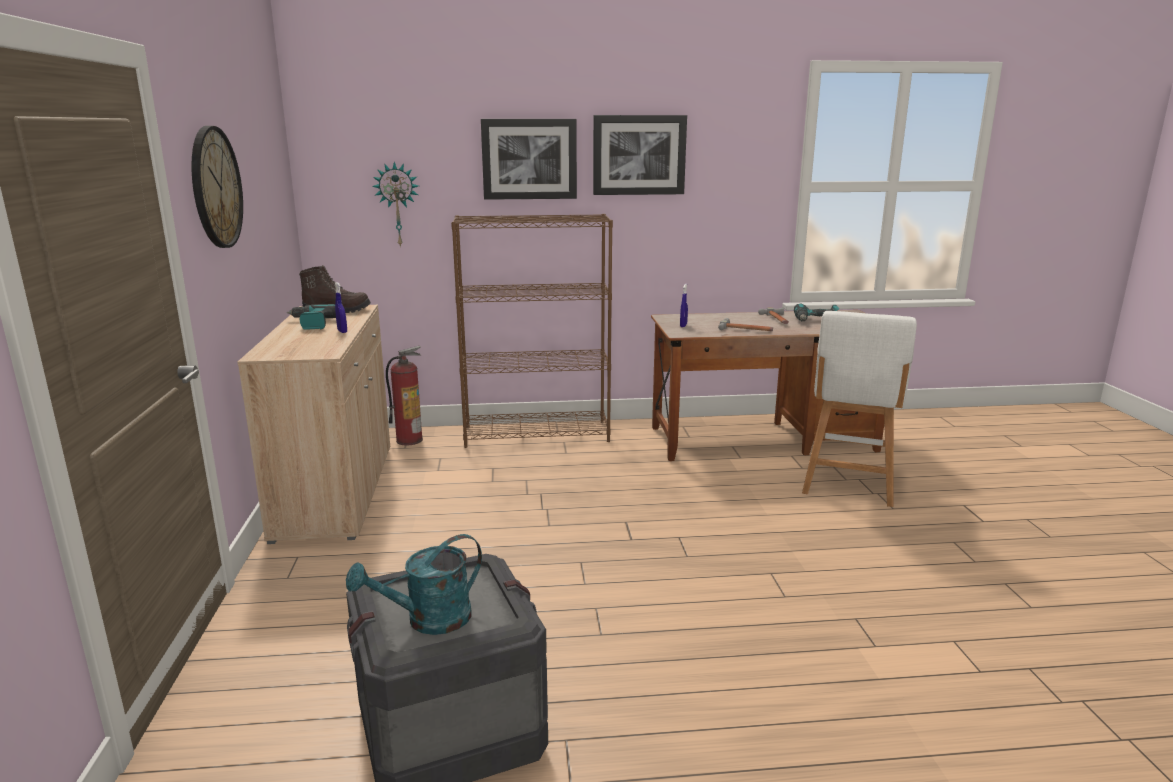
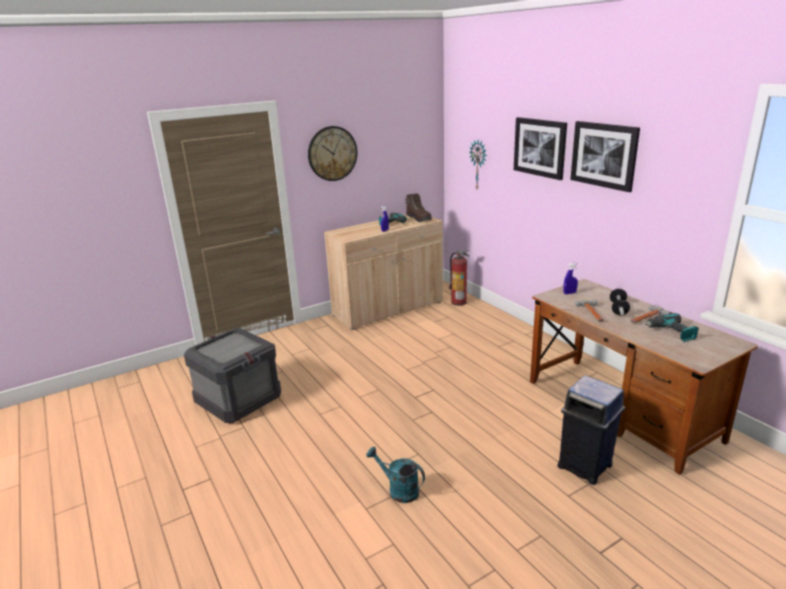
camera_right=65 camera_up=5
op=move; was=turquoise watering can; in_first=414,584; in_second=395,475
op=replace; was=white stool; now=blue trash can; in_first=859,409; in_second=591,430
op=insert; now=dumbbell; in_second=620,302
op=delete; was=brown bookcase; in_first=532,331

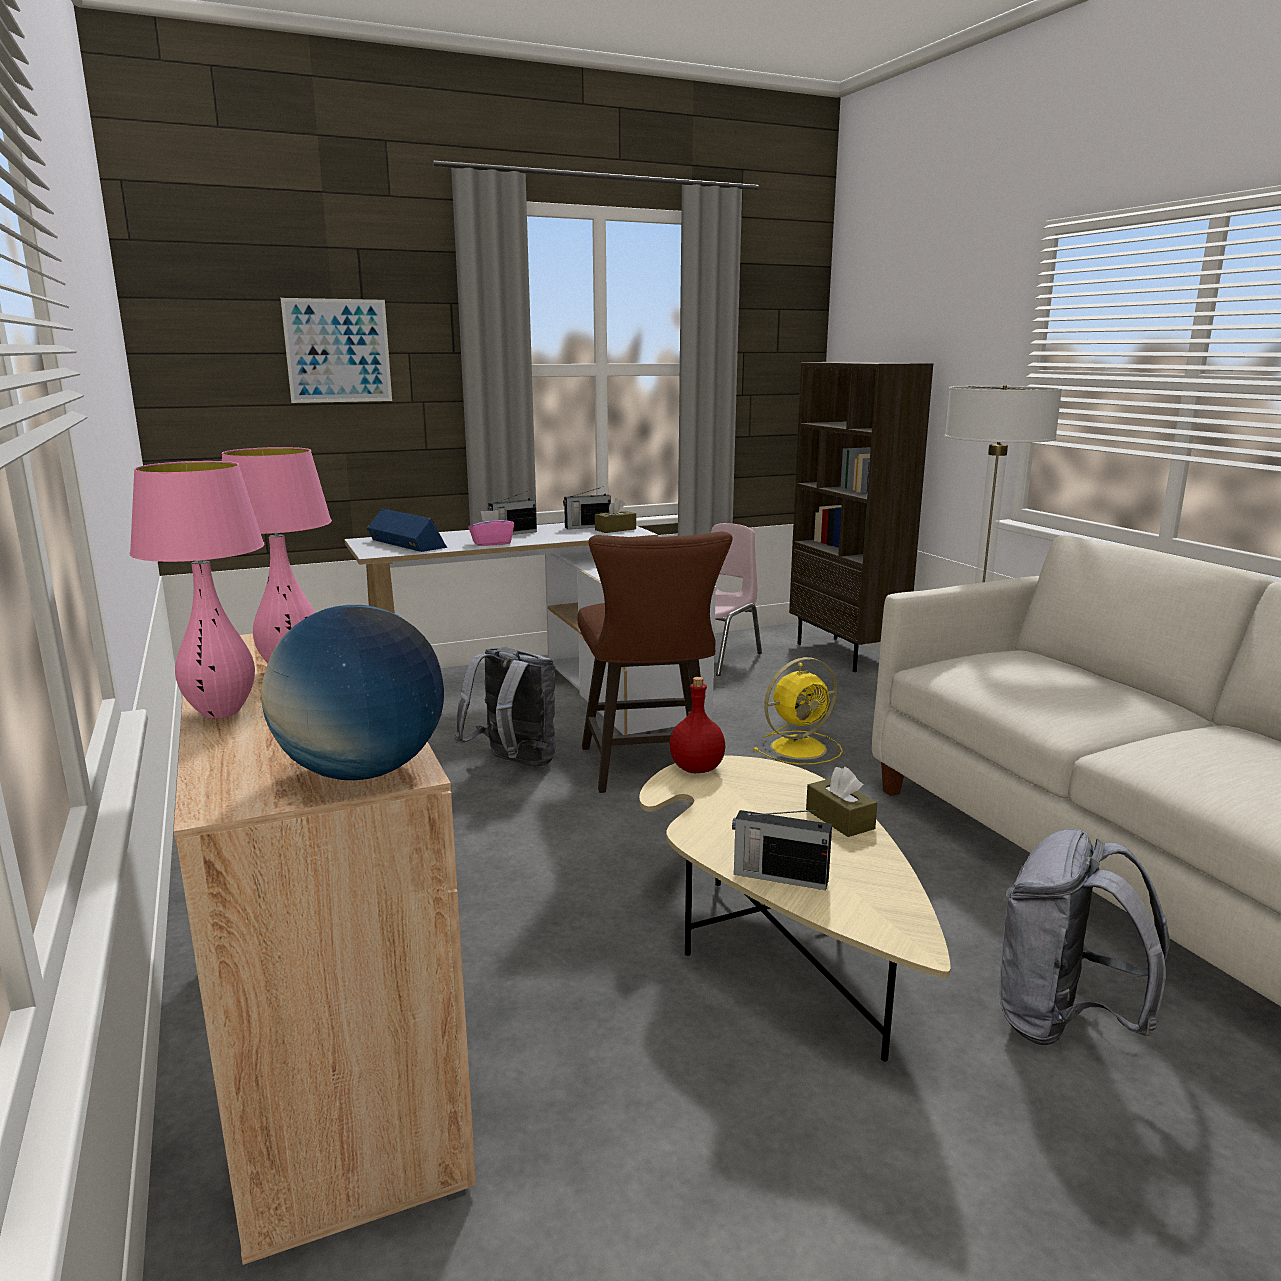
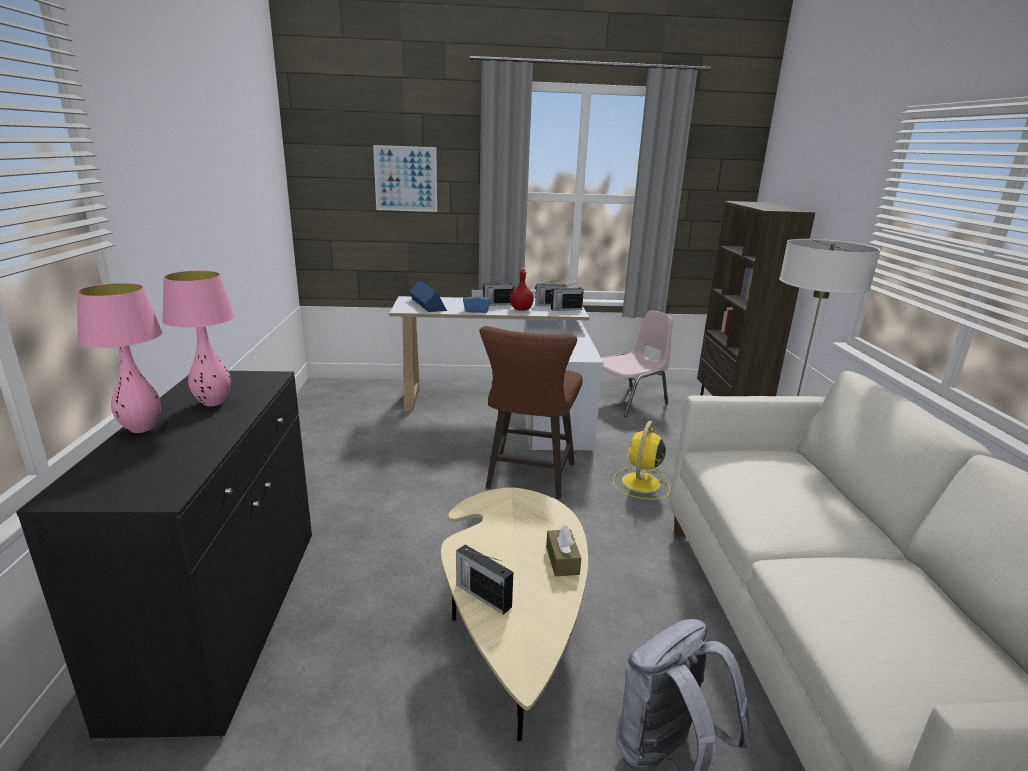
camera_right=20 camera_up=5
op=recolor; was=beige cabinet; now=black cabinet; in_first=325,951; in_second=164,556
op=recolor; was=pink tissue box; now=blue tissue box; in_first=491,528; in_second=476,301
op=move; was=red bottle; in_first=697,725; in_second=522,289
op=replace; was=brown tissue box; now=radio; in_first=615,515; in_second=567,297
op=rotate; was=yellow fan; in_first=798,711; in_second=641,460; clockwise=120
op=delete; was=globe; in_first=352,692
op=delete; was=grey backpack; in_first=505,707

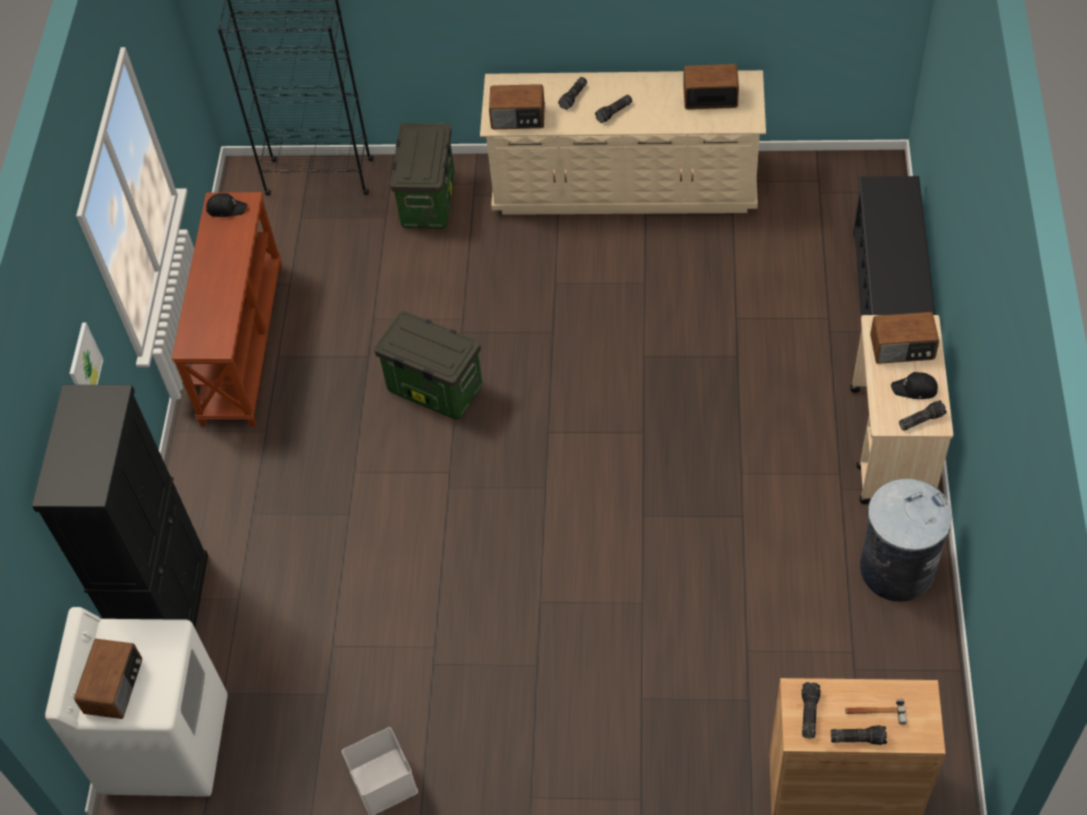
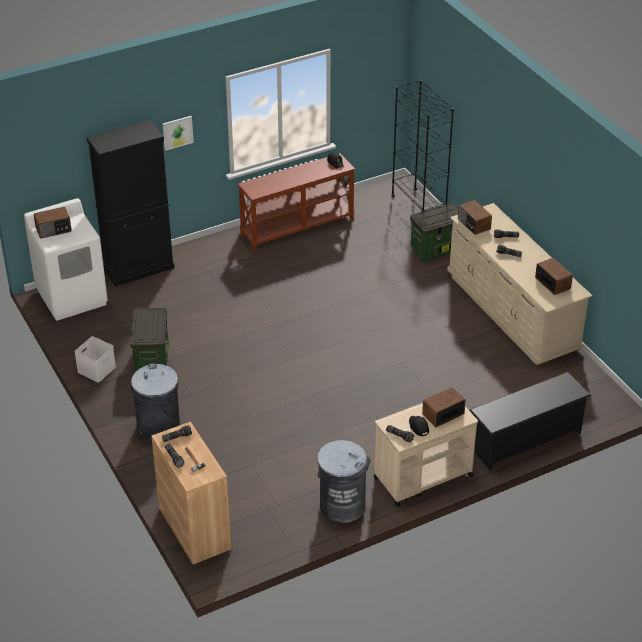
camera_right=55 camera_up=-15
op=move; was=storage box; in_first=428,365; in_second=149,340
op=insert; now=grey trash can; in_second=155,402
op=rotate; was=radio; in_first=904,338; in_second=444,407; clockwise=90

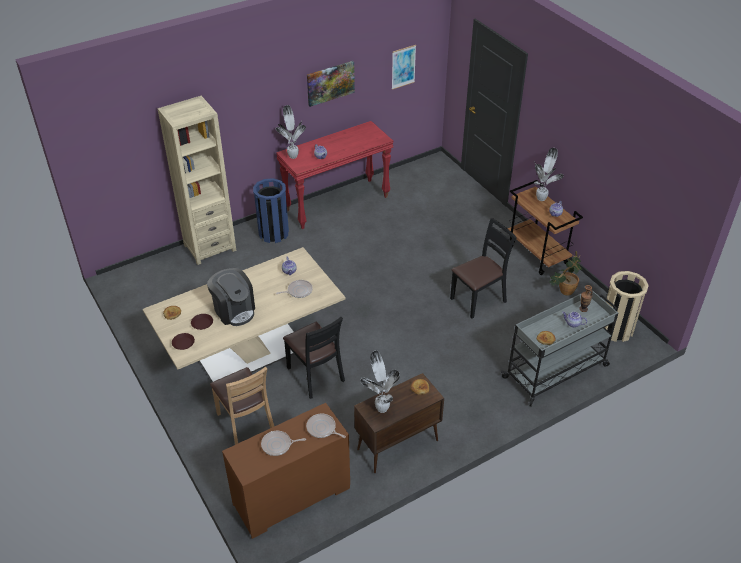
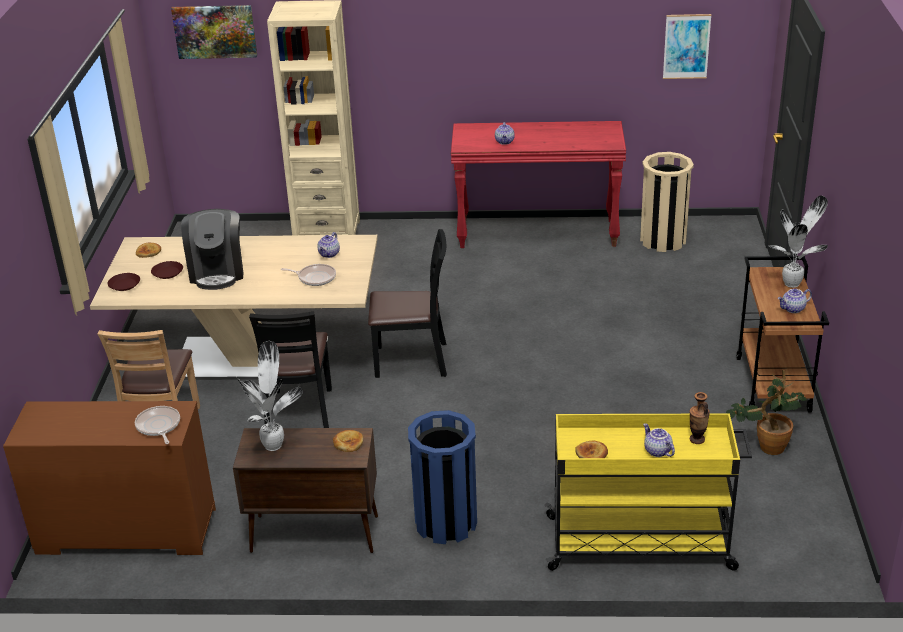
camera_right=35 camera_up=-10
op=move; was=picture; in_first=331,84; in_second=214,32
op=move; was=black chair; in_first=483,268; in_second=407,303
op=move; was=blue trash can; in_first=271,210; in_second=442,477
op=recolor; was=grey cart; now=yellow cart; in_first=559,348; in_second=648,492
op=move; was=beige trash can; in_first=626,306; in_second=667,202
op=delete; was=frying pan; in_first=283,443
op=delete; was=potted plant; in_first=291,132

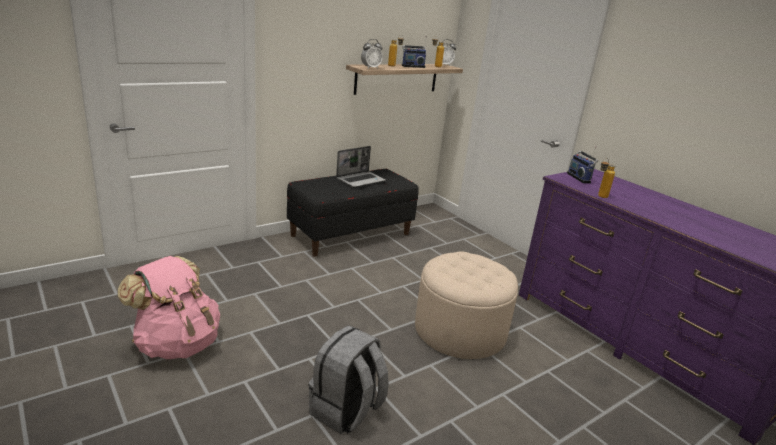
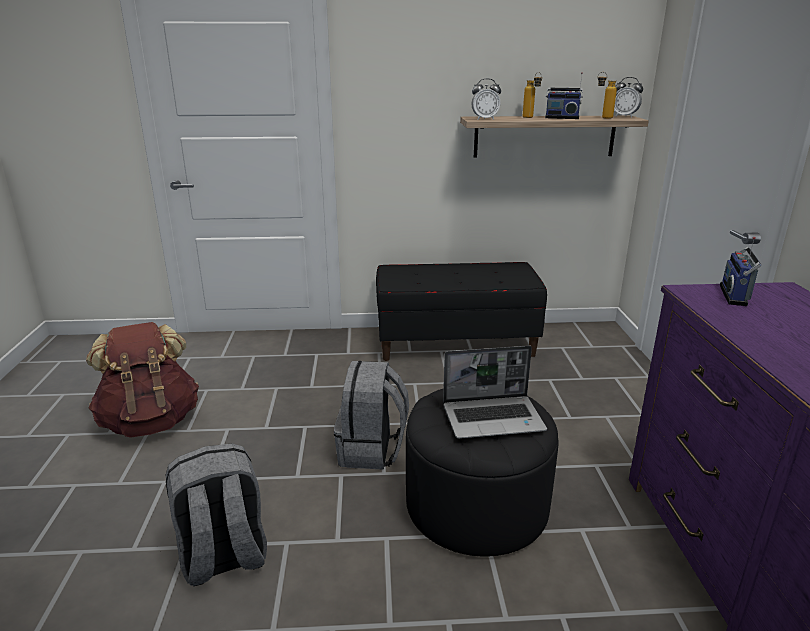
camera_right=35 camera_up=0
op=recolor; was=pink backpack; now=brown backpack; in_first=169,307; in_second=142,380
op=insert; now=grey backpack; in_second=371,415
op=recolor; was=beige ottoman; now=black ottoman; in_first=466,305; in_second=482,473
op=move; was=laptop; in_first=361,166; in_second=495,392
op=delete; was=bottle; in_first=607,178

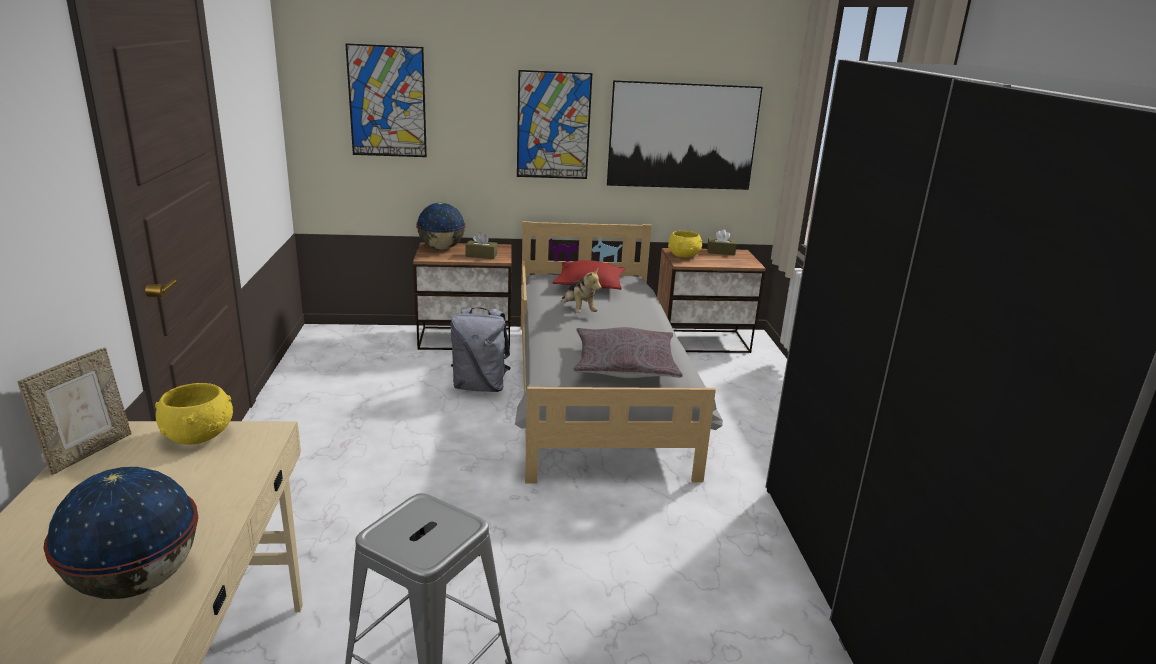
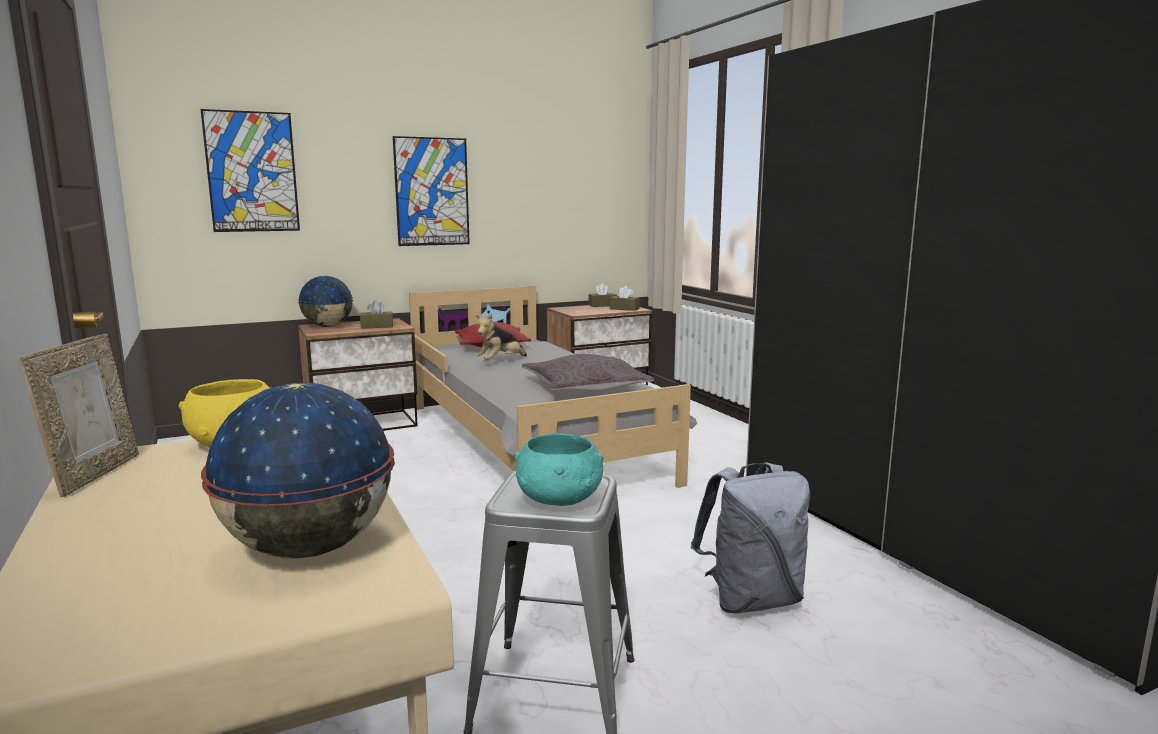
camera_right=-20 camera_up=-10
op=rotate; was=plush toy; in_first=582,291; in_second=501,336; clockwise=90
op=insert; now=turquoise bowl; in_second=559,469
op=insert; now=brown tissue box; in_second=625,298
op=move; was=grey backpack; in_first=480,349; in_second=750,538
op=delete; was=picture; in_first=685,135
op=delete; was=yellow bowl; in_first=685,244

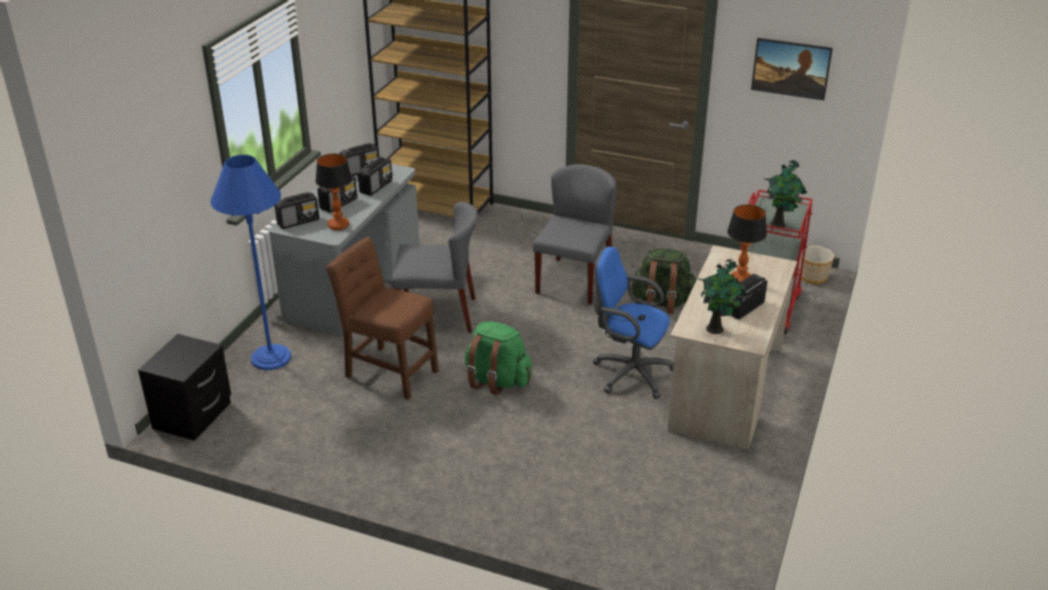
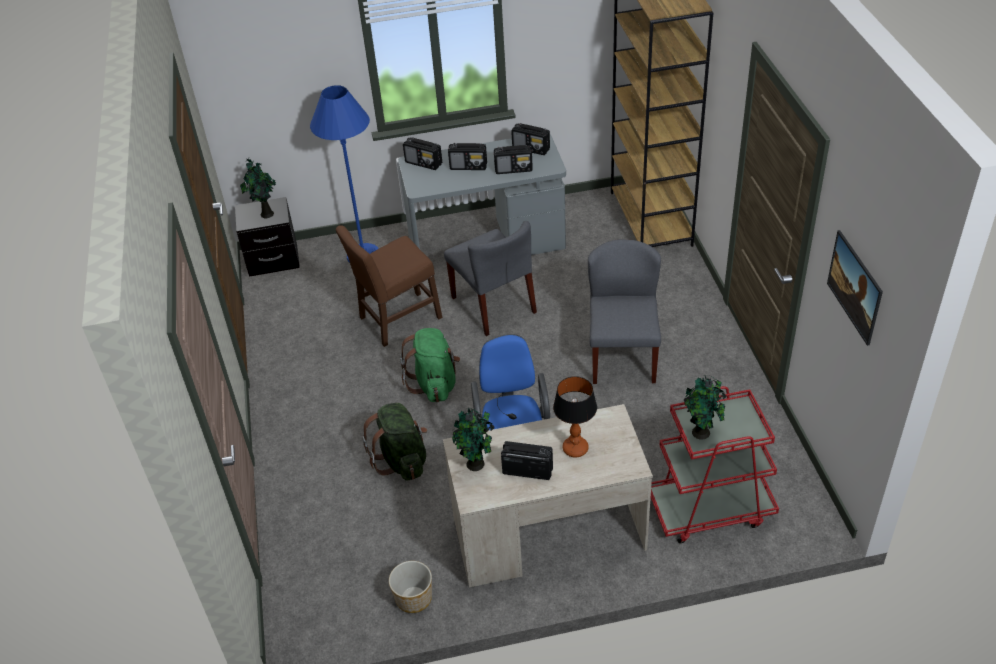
camera_right=60 camera_up=10
op=insert; now=potted plant; in_second=258,187
op=rotate; was=brown chair; in_first=383,318; in_second=389,286; clockwise=-120
op=move; was=green backpack; in_first=663,281; in_second=394,442
op=move; was=planter; in_first=816,265; in_second=410,587
op=rotate; was=grey chair; in_first=574,234; in_second=624,311; clockwise=-75
op=delete; was=table lamp; in_first=333,192

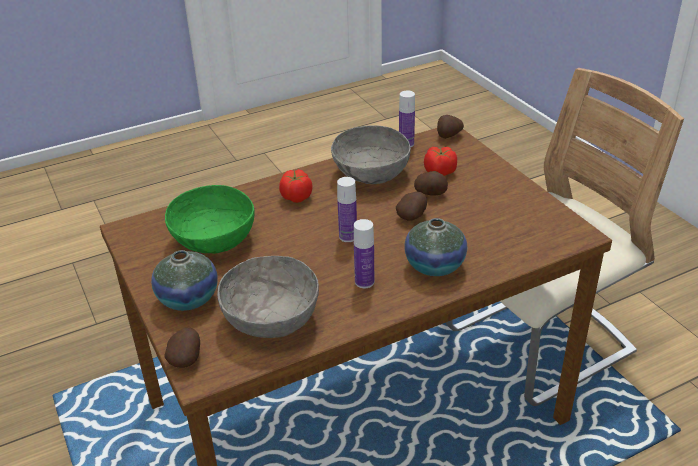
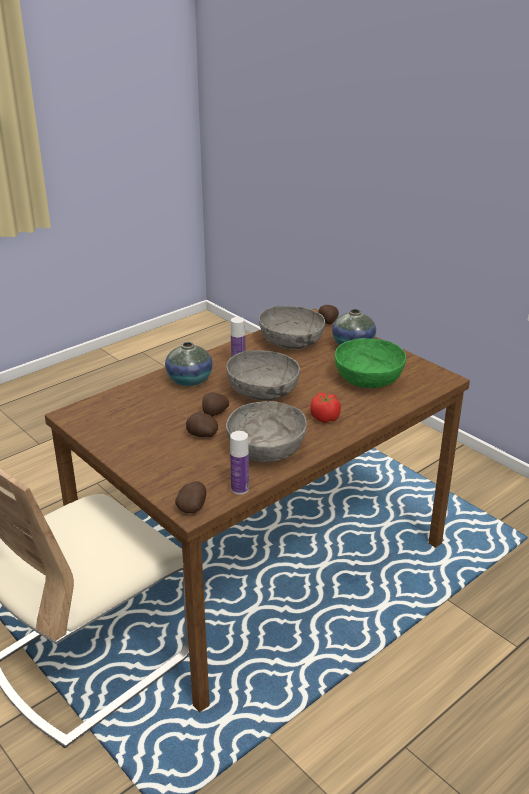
camera_right=165 camera_up=-5
op=replace; was=bottle; now=grey bowl; in_first=347,209; in_second=263,375
op=delete; was=tomato; in_first=440,161

